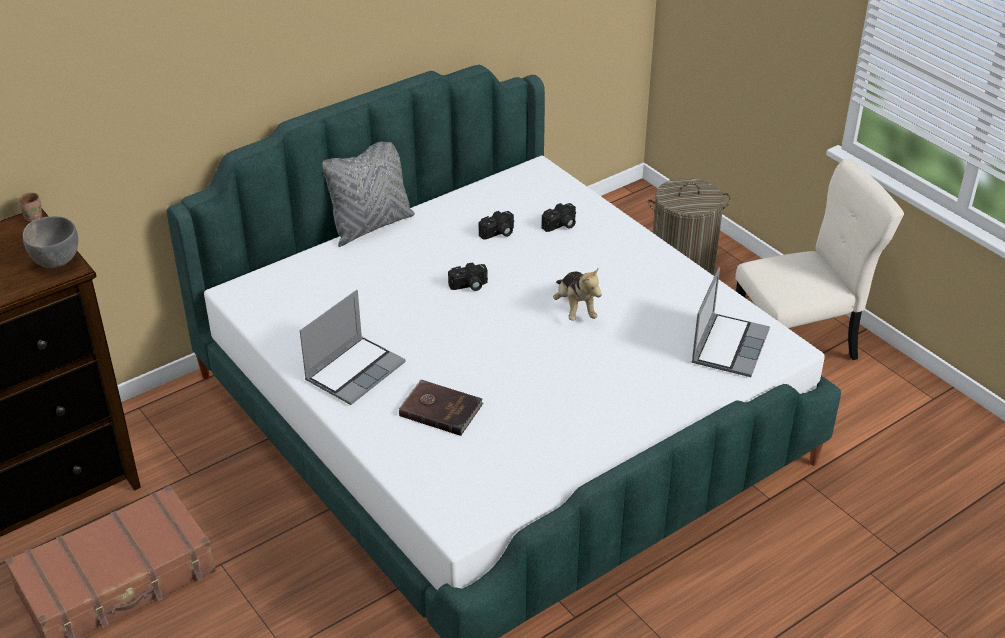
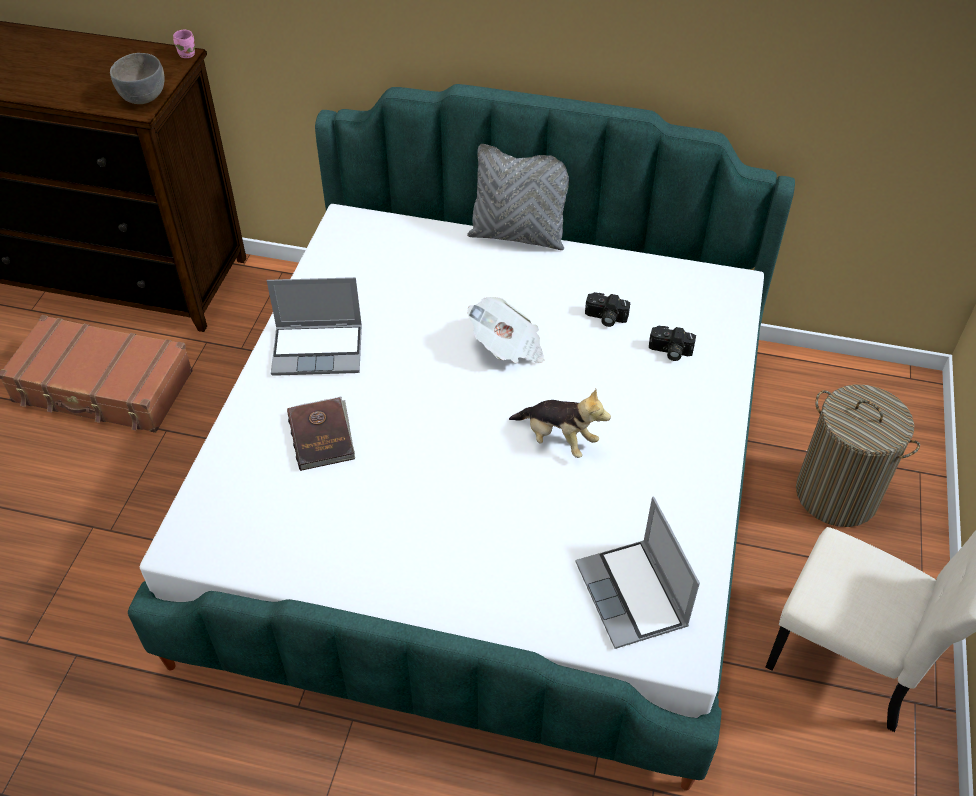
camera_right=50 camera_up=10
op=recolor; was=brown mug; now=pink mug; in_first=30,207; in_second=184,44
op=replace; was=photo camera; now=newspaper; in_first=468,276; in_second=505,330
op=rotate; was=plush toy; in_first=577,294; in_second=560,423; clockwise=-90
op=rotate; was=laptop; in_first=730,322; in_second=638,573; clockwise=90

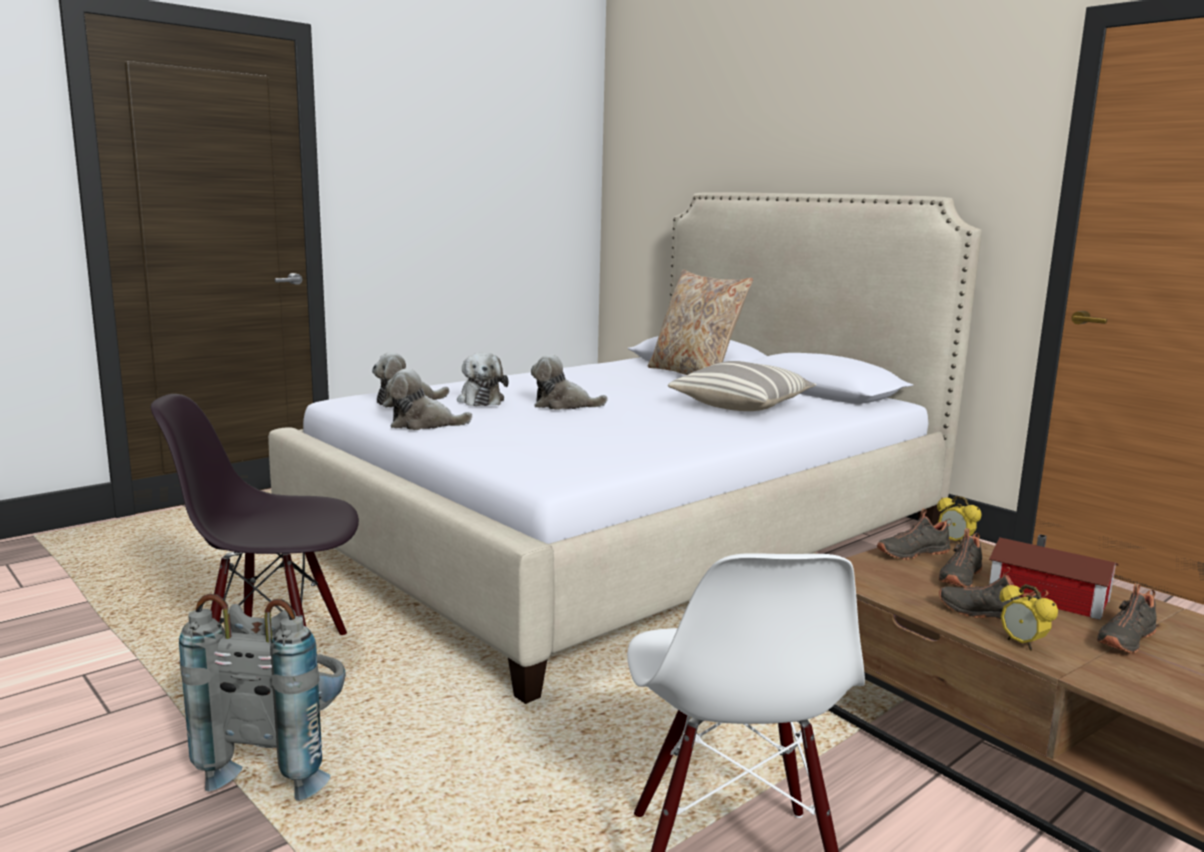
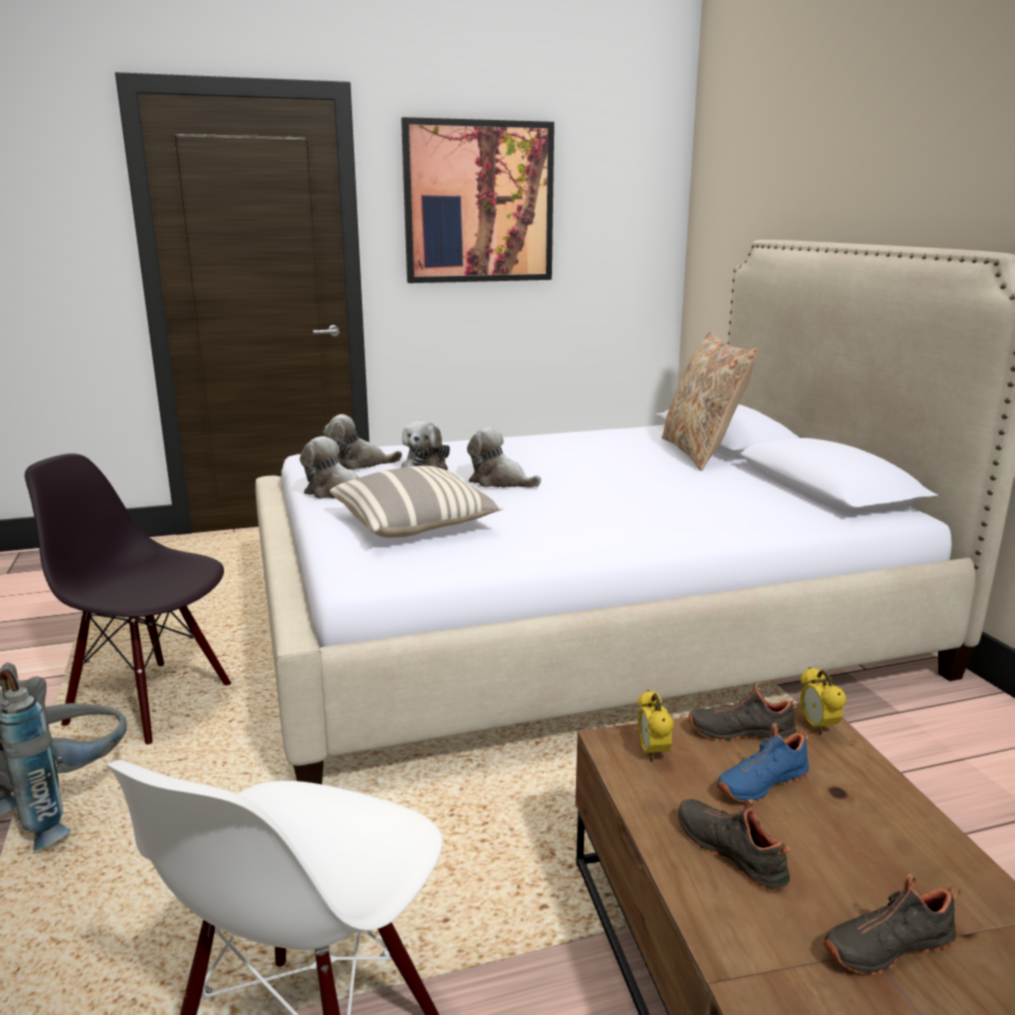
camera_right=25 camera_up=5
op=move; was=pillow; in_first=742,386; in_second=416,502
op=insert; now=picture; in_second=477,200
op=move; was=alarm clock; in_first=1029,617; in_second=655,726
op=recolor; was=black shoe; now=blue shoe; in_first=960,557; in_second=763,763
op=delete; was=toy house; in_first=1054,577

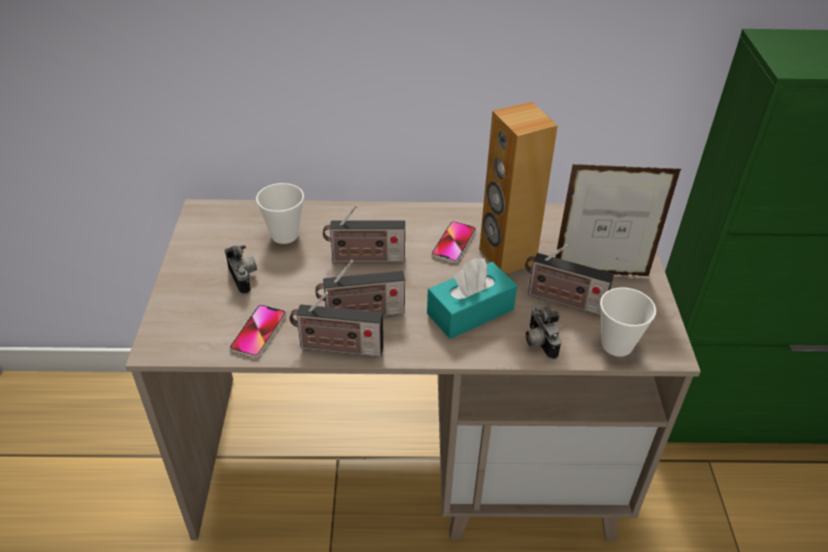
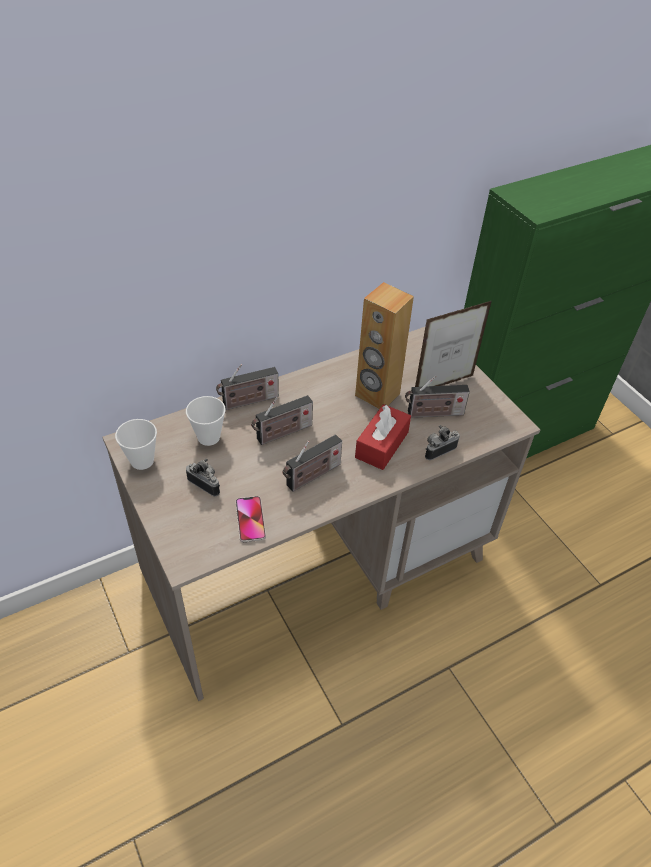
camera_right=-30 camera_up=5
op=move; was=cup; in_first=628,322; in_second=136,444
op=move; was=radio; in_first=336,324; in_second=247,387
op=recolor; was=turquoise tissue box; now=red tissue box; in_first=472,298; in_second=383,437
op=rotate; was=photo camera; in_first=543,332; in_second=442,442; clockwise=105
op=delete; was=phone; in_first=453,242

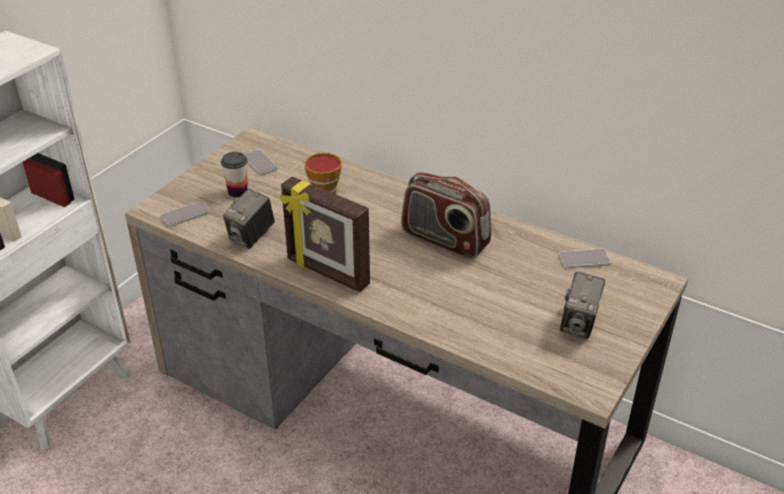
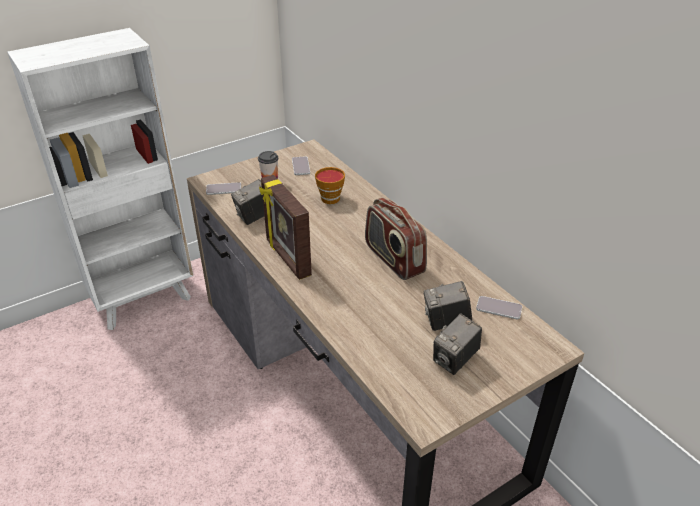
camera_right=25 camera_up=0
op=insert; now=photo camera; in_second=448,306

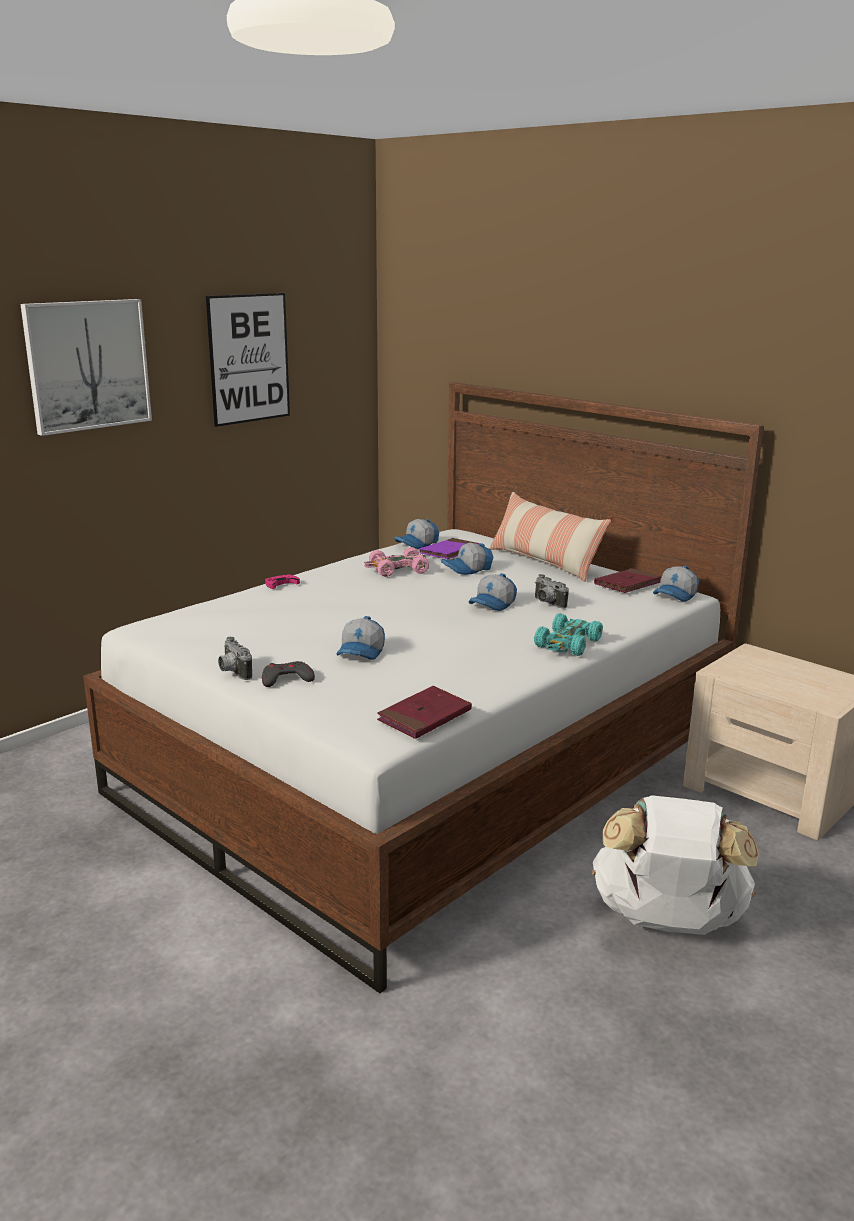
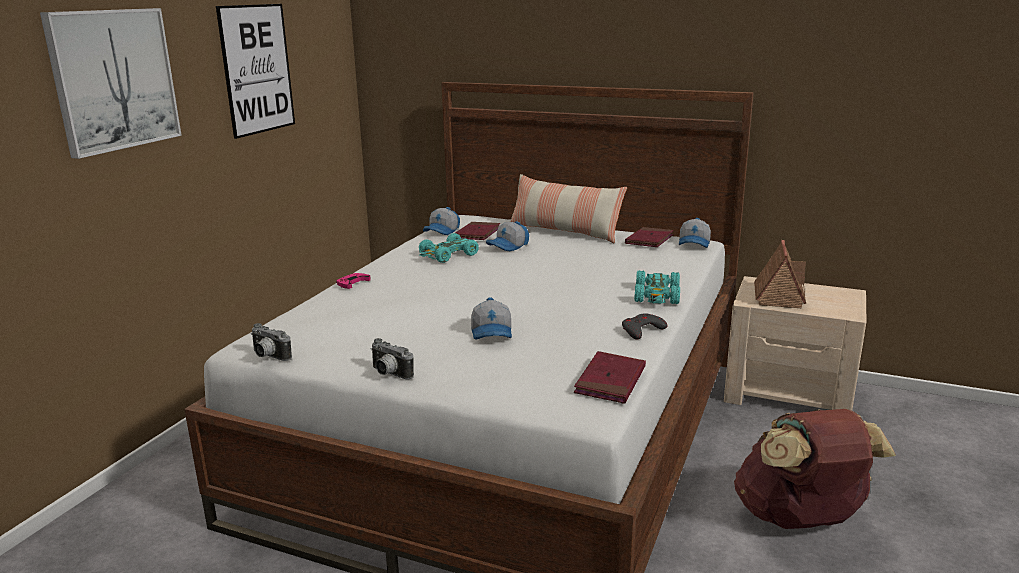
camera_right=-20 camera_up=0
op=move; was=photo camera; in_first=552,591; in_second=271,342
op=recolor; was=pink toy car; now=turquoise toy car; in_first=396,562; in_second=449,248
op=recolor; was=purple book; now=red book; in_first=449,548; in_second=477,231
op=move; was=grey game controller; in_first=288,674; in_second=645,326
op=recolor; was=white backpack; now=brown backpack; in_first=675,865; in_second=815,469
op=insert; now=toy house; in_second=780,274
op=delete; was=cap; in_first=493,592

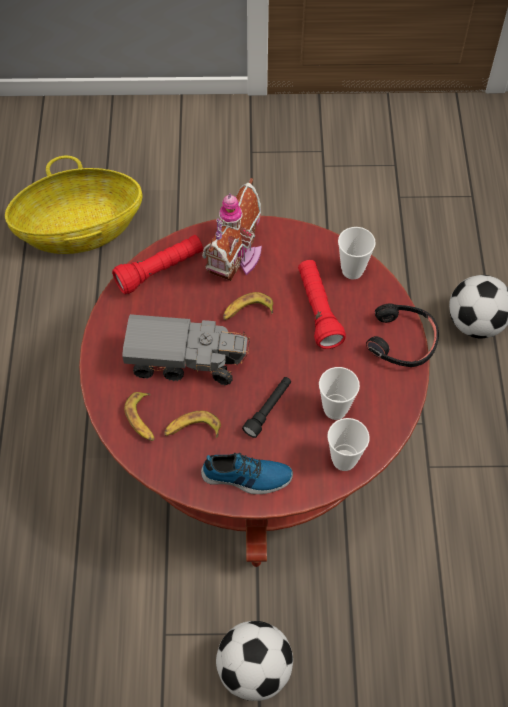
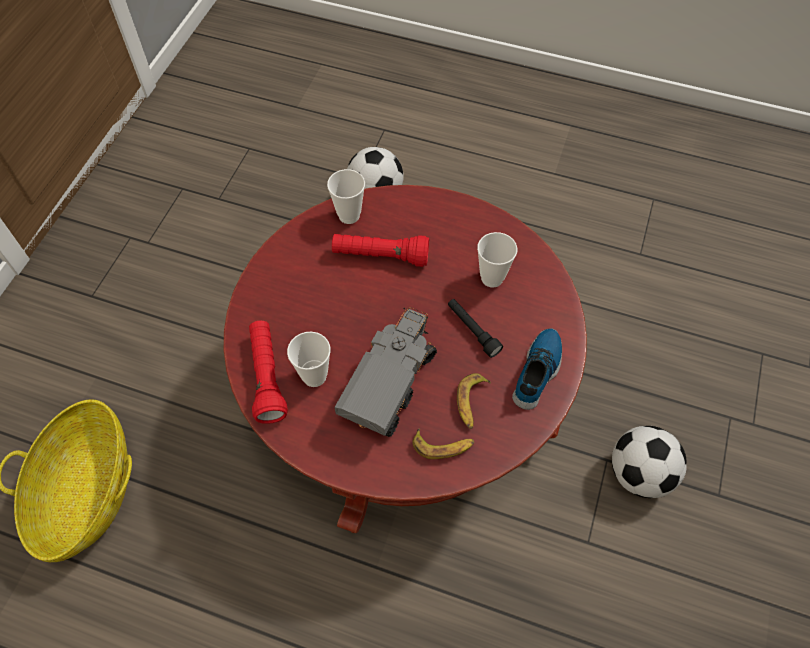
camera_right=-70 camera_up=0
op=move; was=cup; in_first=348,444; in_second=309,359
op=delete; was=toy house; in_first=232,229
op=delete; was=banana; in_first=248,306
op=delete; was=black headphones; in_first=402,335

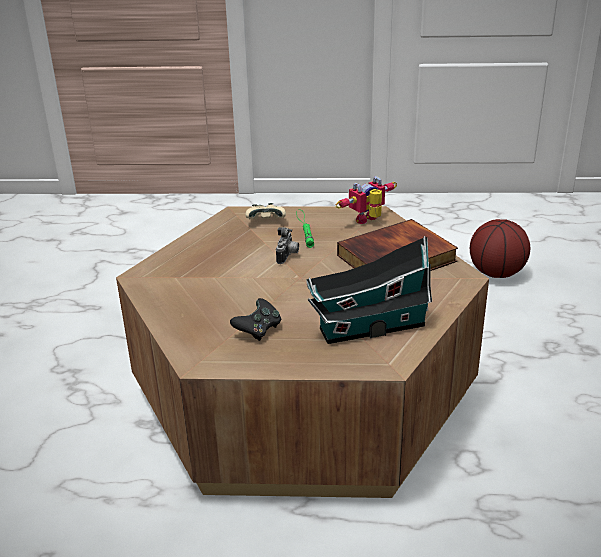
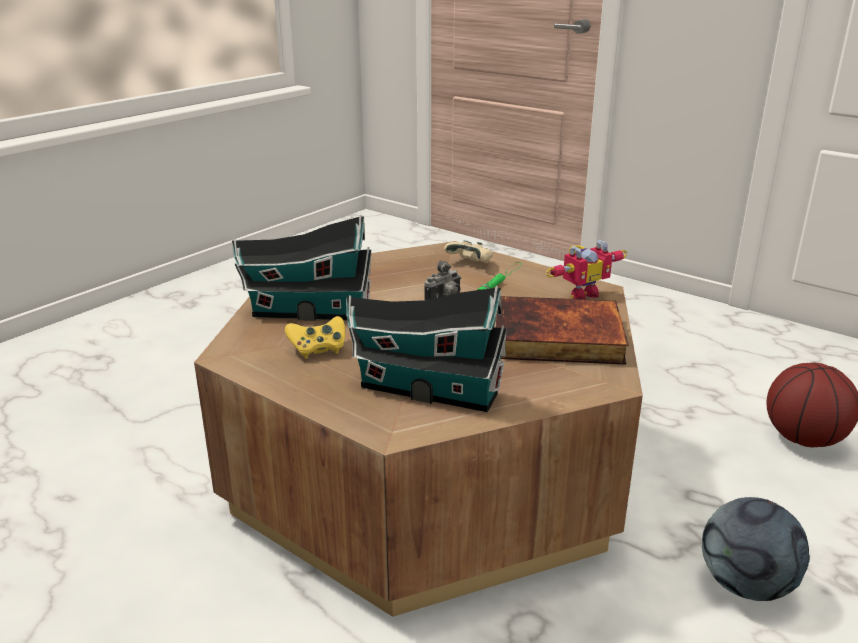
camera_right=35 camera_up=-5
op=insert; now=toy house; in_second=301,268
op=recolor; was=black game controller; now=yellow game controller; in_first=255,319; in_second=315,337
op=rotate; was=toy robot; in_first=366,200; in_second=586,269; clockwise=150
op=insert; now=football; in_second=756,549

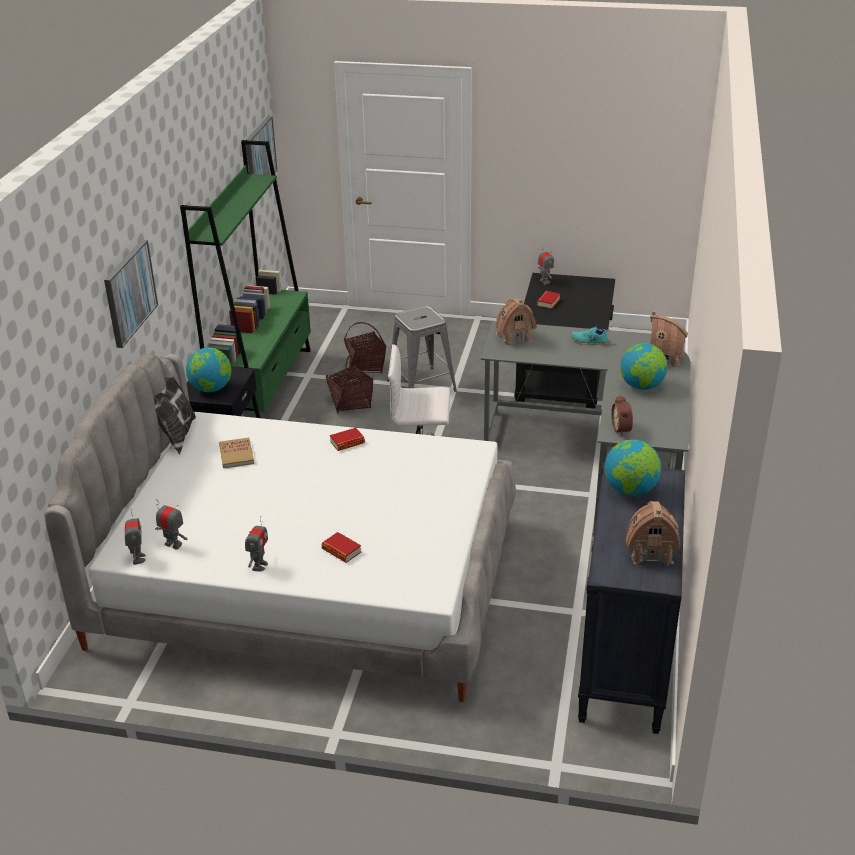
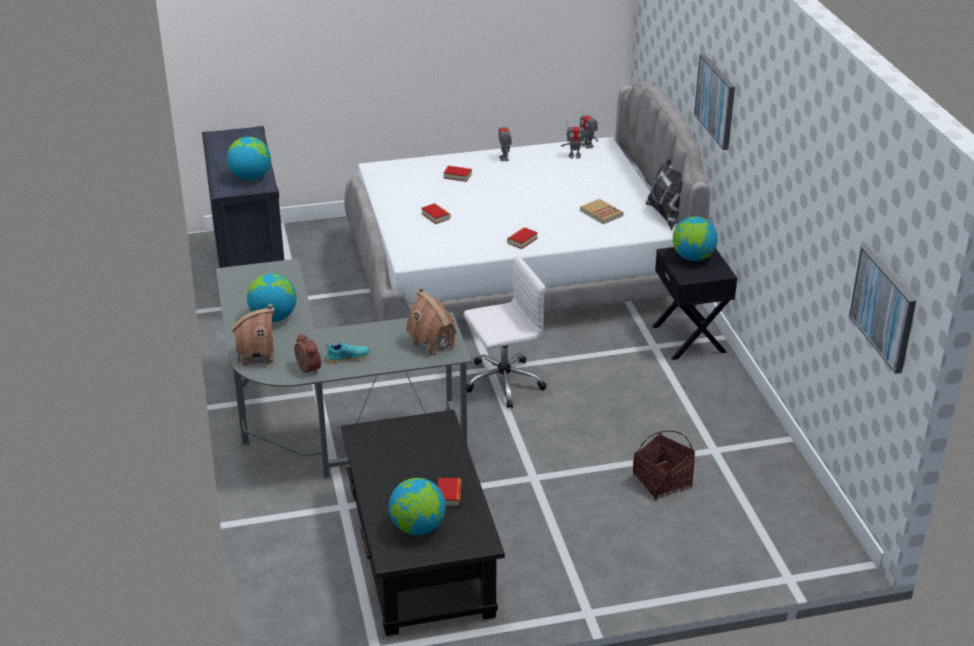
camera_right=155 camera_up=0
op=move; was=alarm clock; in_first=622,415; in_second=308,354
op=insert; now=globe; in_second=417,506
op=insert; now=book; in_second=436,213
op=delete; was=green bookcase; in_first=245,279
op=delete; was=basket; in_first=349,384
op=delete; was=grey stool; in_first=422,349
op=delete; was=toy robot; in_first=546,265
op=delete; was=toy house; in_first=653,533

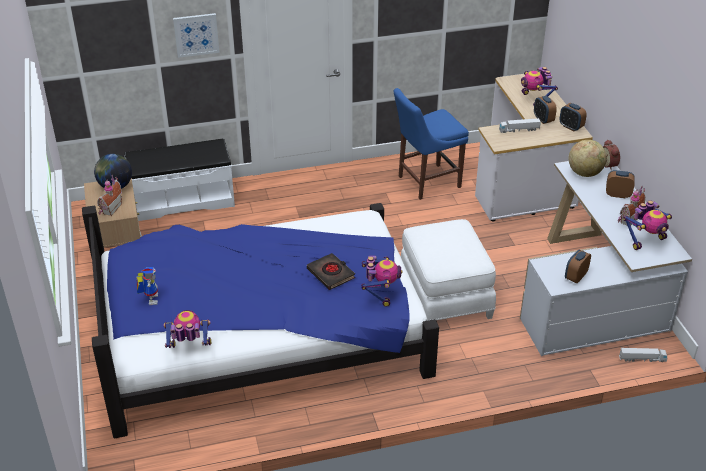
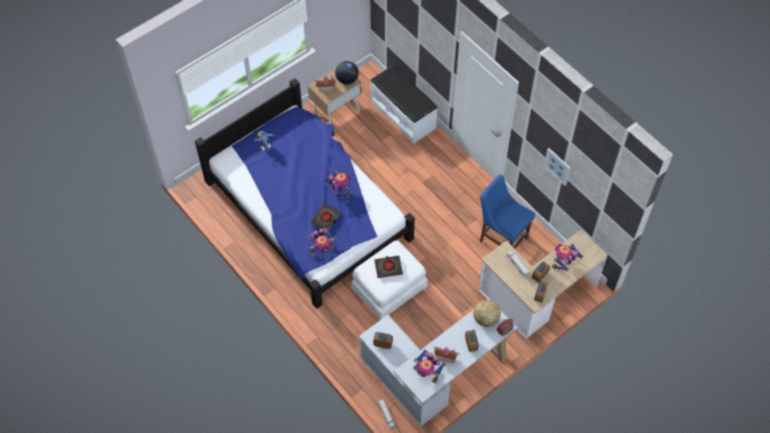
camera_right=65 camera_up=20
op=move; was=toy robot; in_first=187,329; in_second=336,184
op=insert; now=black book; in_second=388,267
op=move; was=picture; in_first=196,35; in_second=557,167

